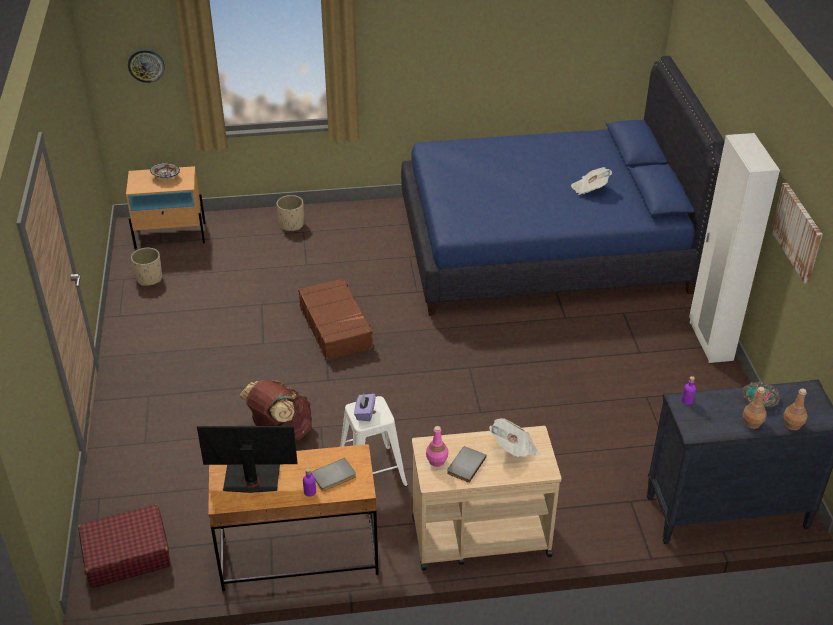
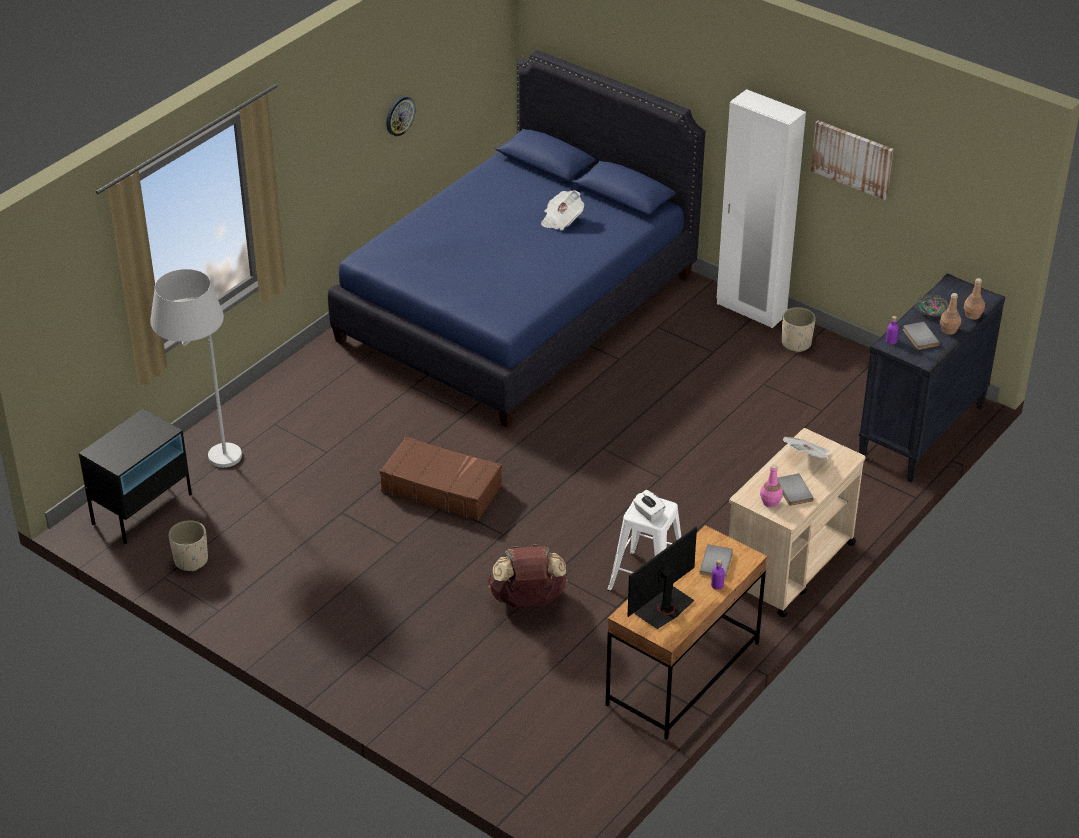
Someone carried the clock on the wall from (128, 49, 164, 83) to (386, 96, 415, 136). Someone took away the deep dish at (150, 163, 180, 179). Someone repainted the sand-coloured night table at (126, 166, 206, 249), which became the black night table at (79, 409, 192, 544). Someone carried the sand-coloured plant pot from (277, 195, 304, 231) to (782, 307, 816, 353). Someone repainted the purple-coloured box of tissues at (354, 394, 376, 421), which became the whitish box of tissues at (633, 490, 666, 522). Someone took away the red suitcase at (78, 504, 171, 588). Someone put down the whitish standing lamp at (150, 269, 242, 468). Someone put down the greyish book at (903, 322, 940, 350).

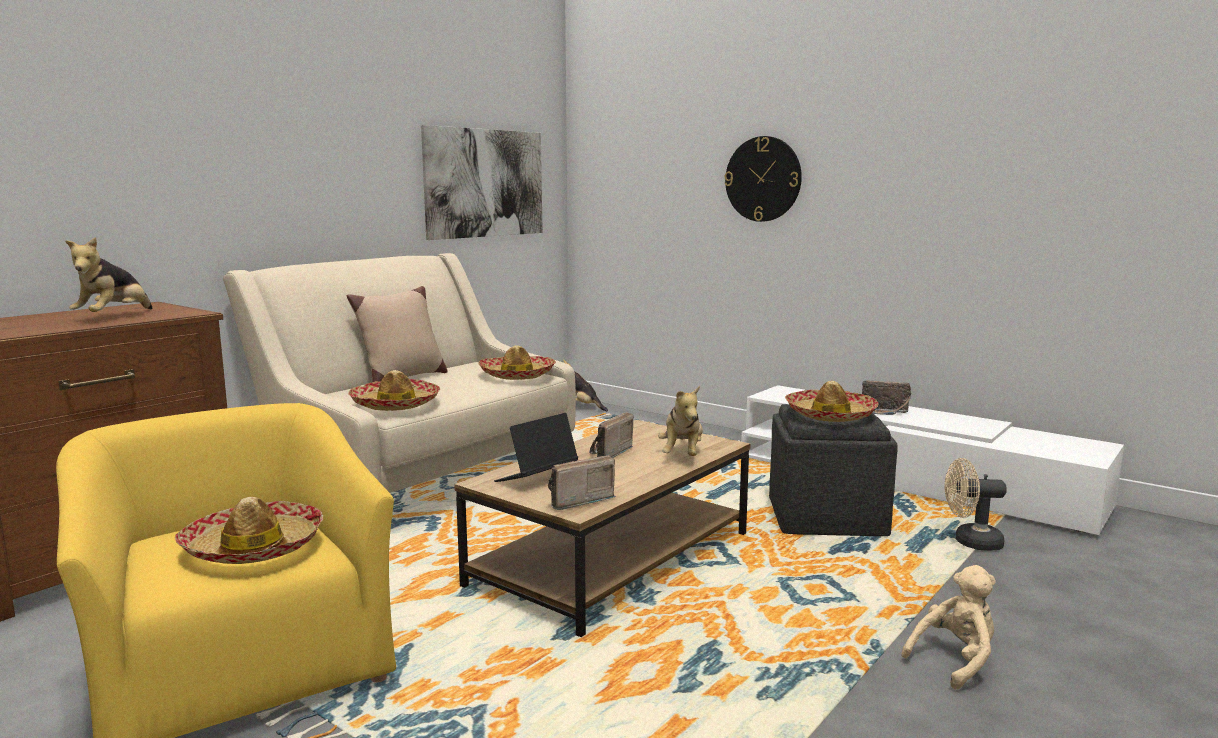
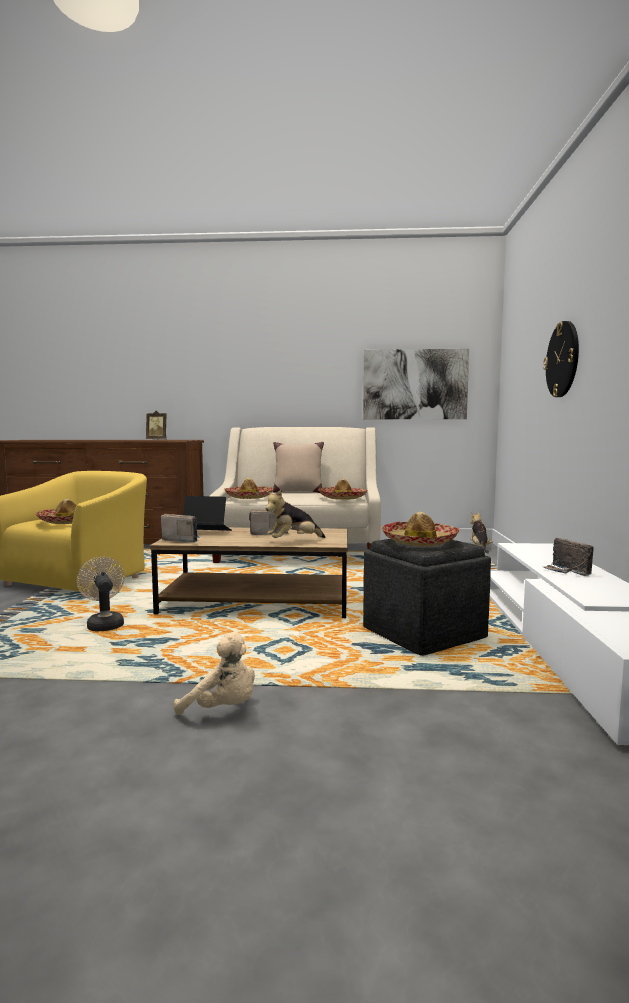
Someone swapped the soft toy at (65, 237, 152, 312) for the photo frame at (146, 411, 167, 440). Someone carried the sand-coloured electric fan from (945, 458, 1007, 551) to (76, 557, 124, 631).

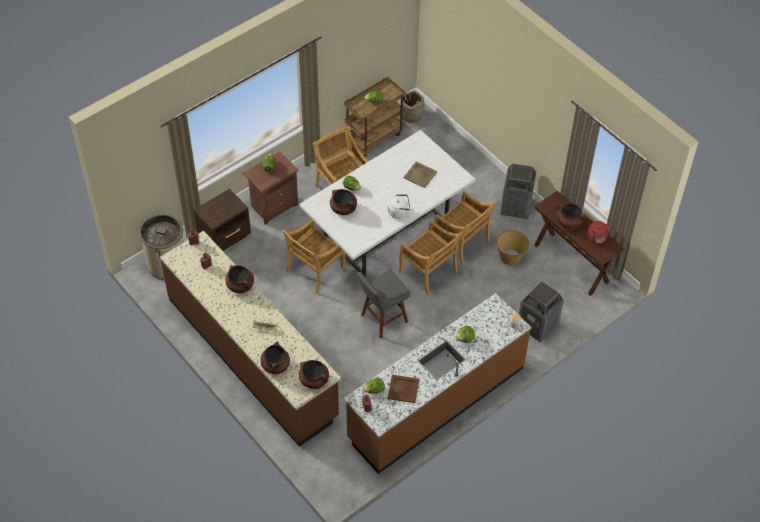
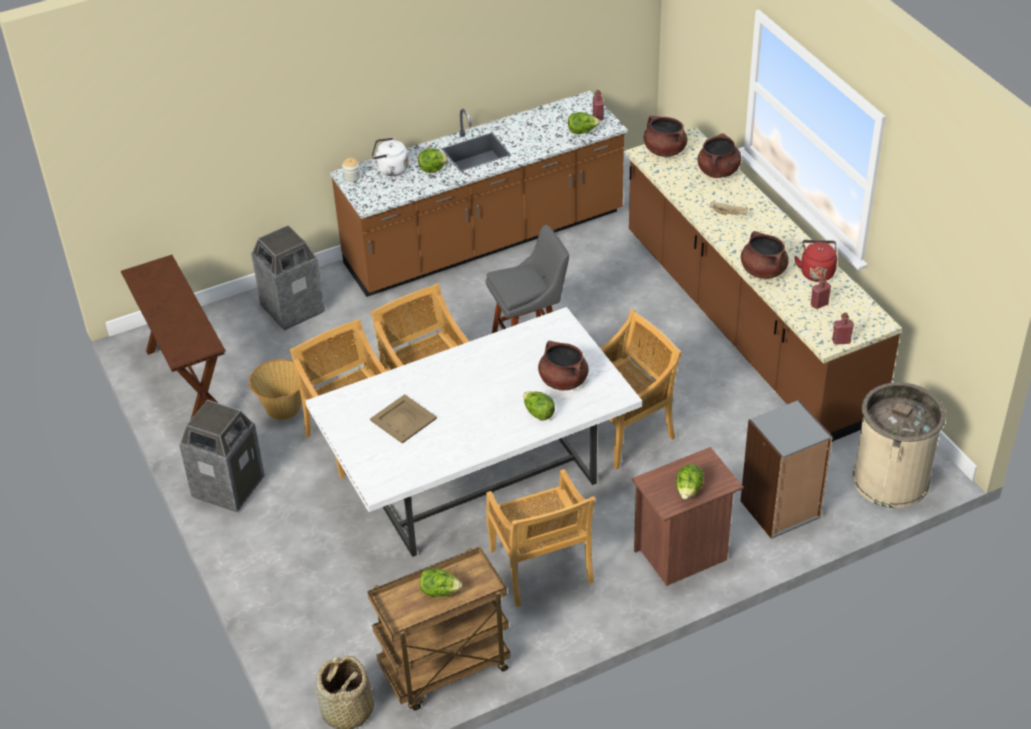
Someone swapped the brownish night table at (194, 189, 251, 251) for the greyish shelving unit at (741, 400, 833, 539). Someone carried the whitish kettle from (388, 194, 410, 219) to (372, 137, 409, 176). Someone took away the brownish cooking pot at (557, 203, 584, 229). Someone carried the red kettle from (587, 221, 613, 244) to (794, 240, 837, 282). Someone took away the brownish serving tray at (387, 375, 420, 403).

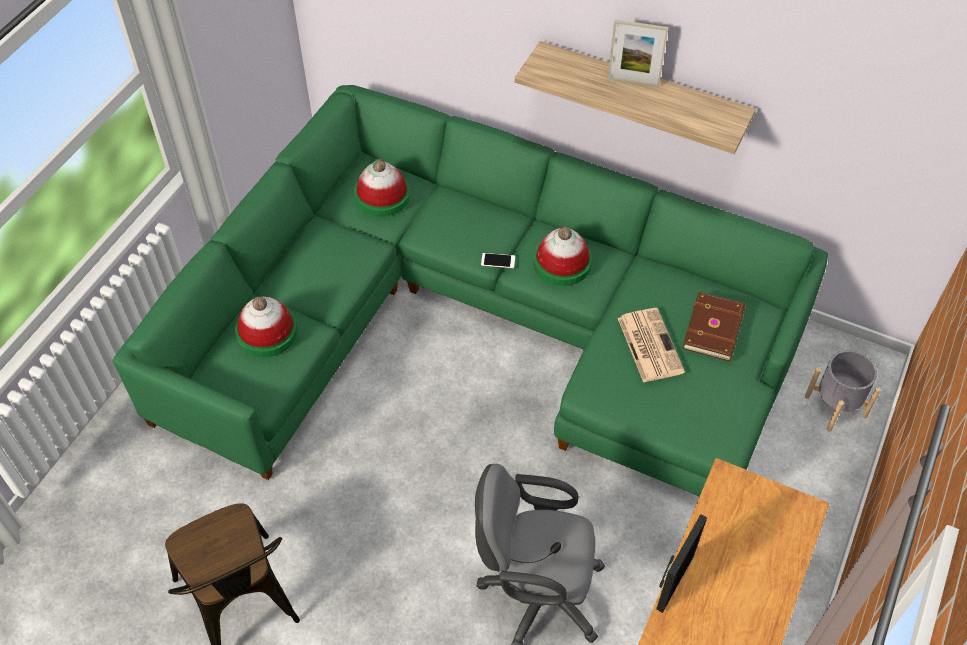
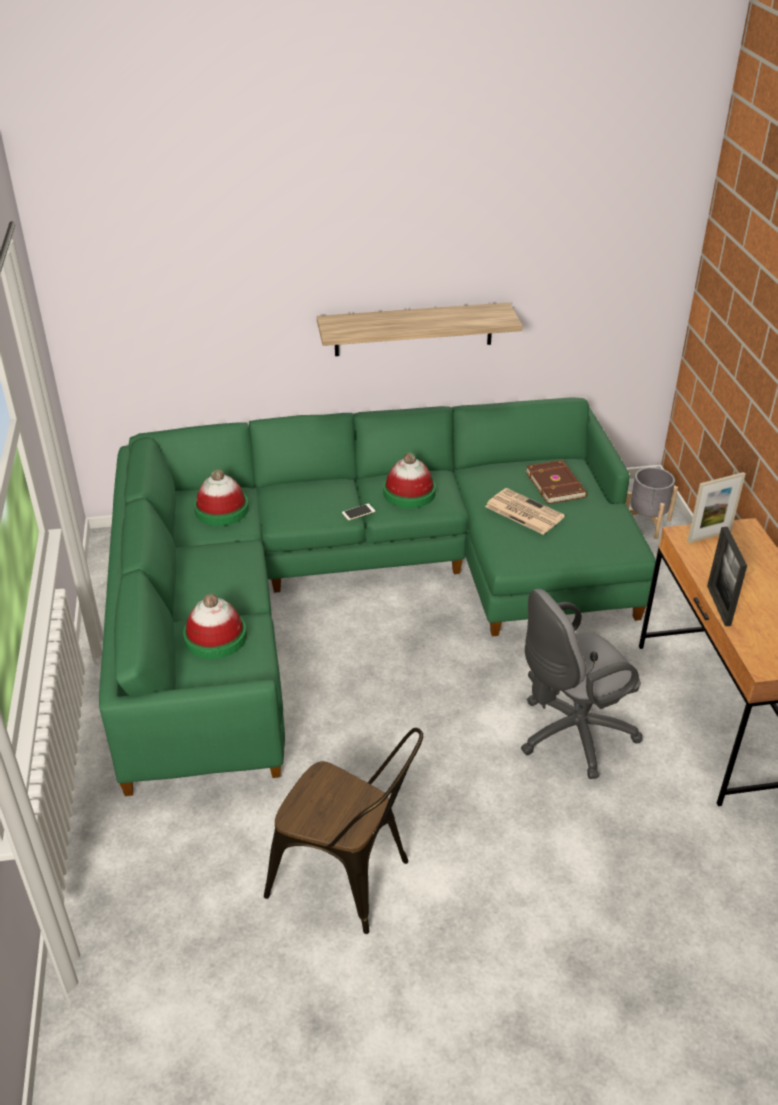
Someone carried the photo frame from (607, 20, 669, 87) to (687, 472, 746, 543).

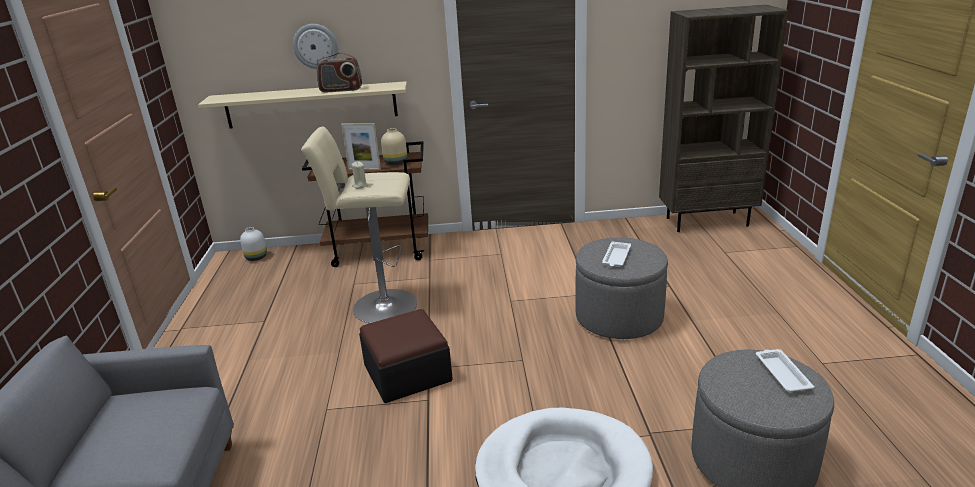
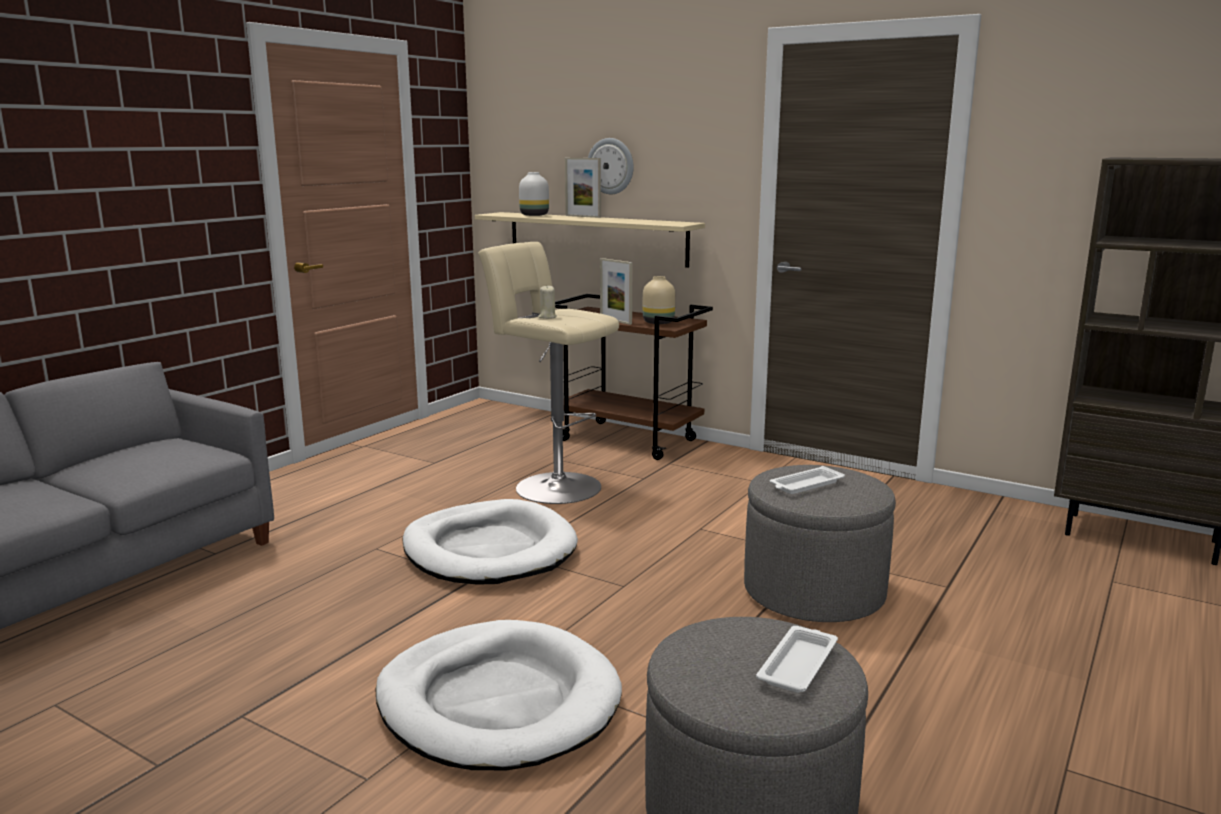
Someone took away the radio at (317, 52, 362, 92). Someone carried the whitish vase from (240, 227, 267, 261) to (519, 172, 549, 216). Someone swapped the pouffe at (359, 309, 453, 403) for the whitish pet bed at (403, 499, 578, 585). Someone put down the photo frame at (565, 158, 601, 218).

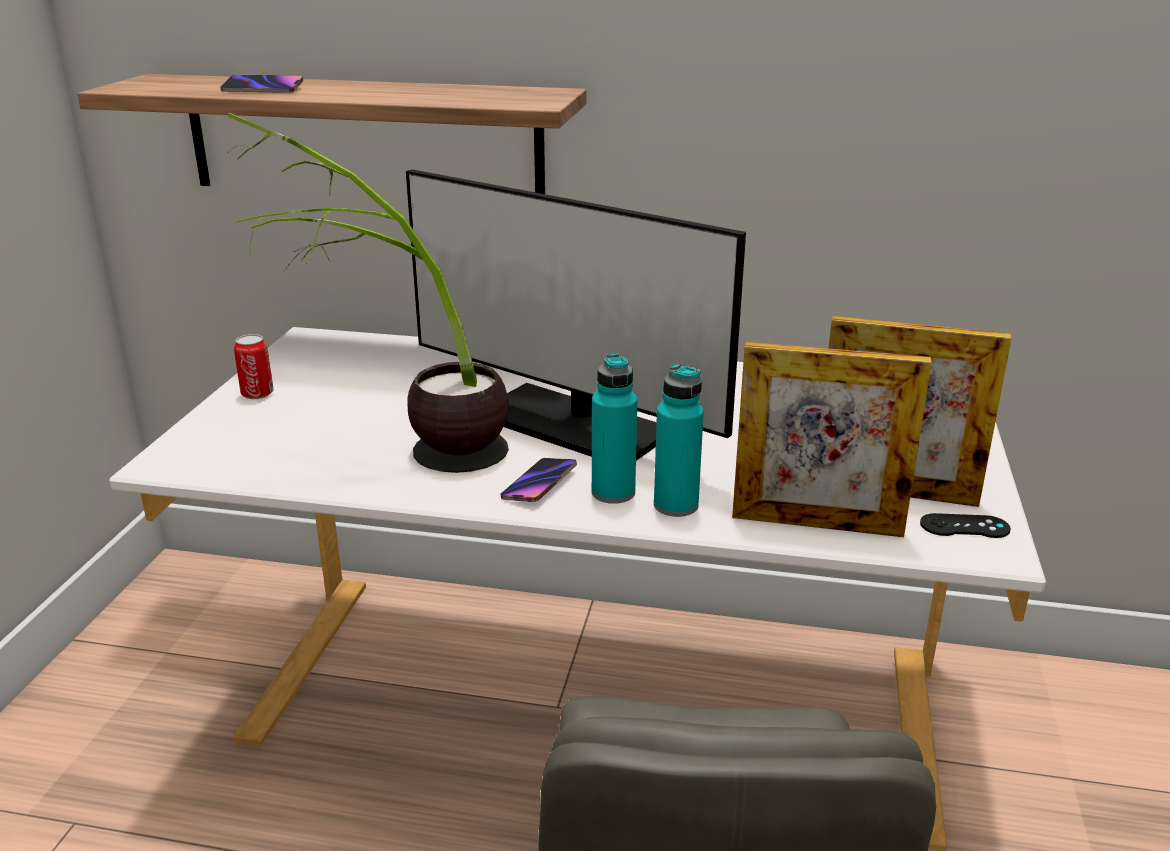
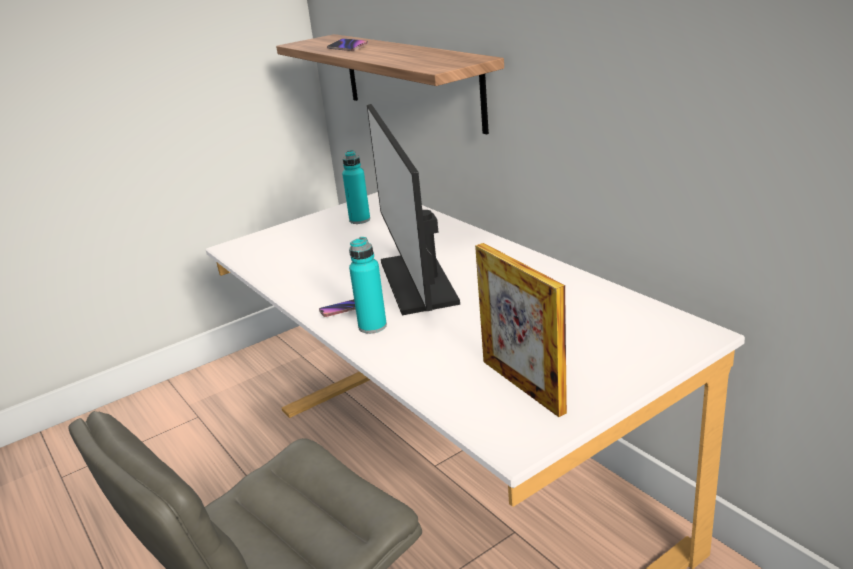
Someone took away the plant in a pot at (227, 113, 509, 473). Someone took away the sealed can at (234, 334, 274, 399). Someone took away the photo frame at (732, 342, 932, 537). Someone carried the turquoise-coloured bottle from (654, 364, 704, 517) to (342, 150, 370, 224). Someone took away the black gamepad at (920, 513, 1011, 538).

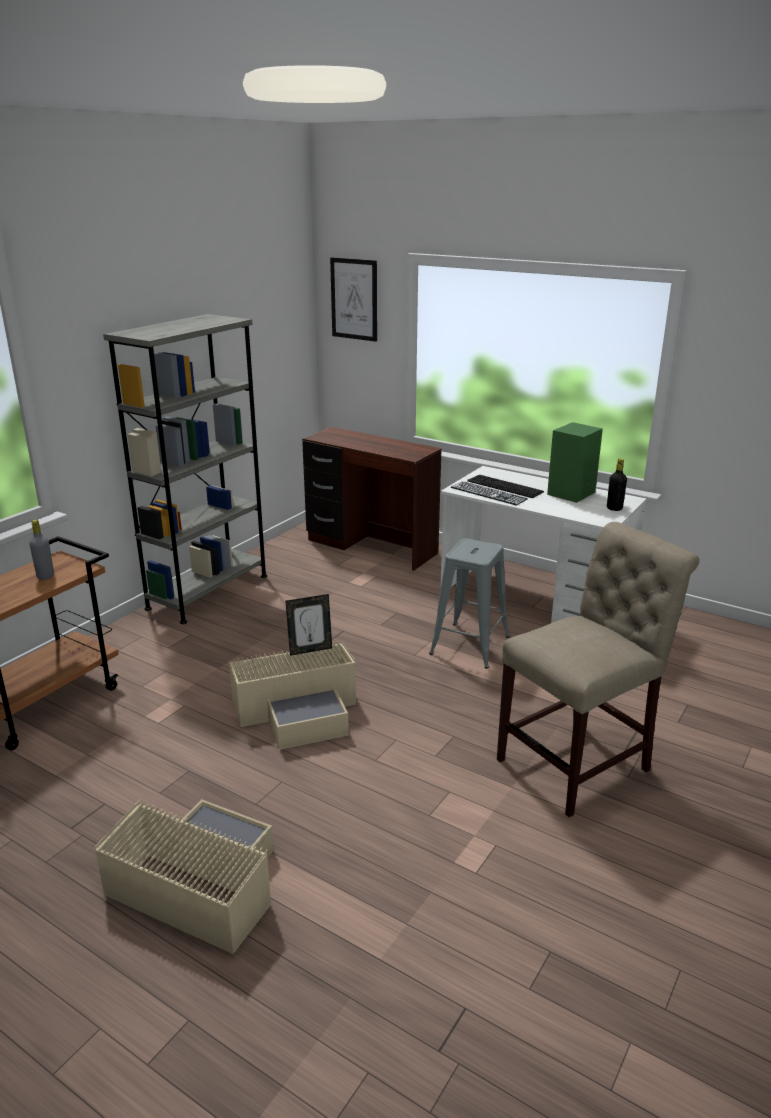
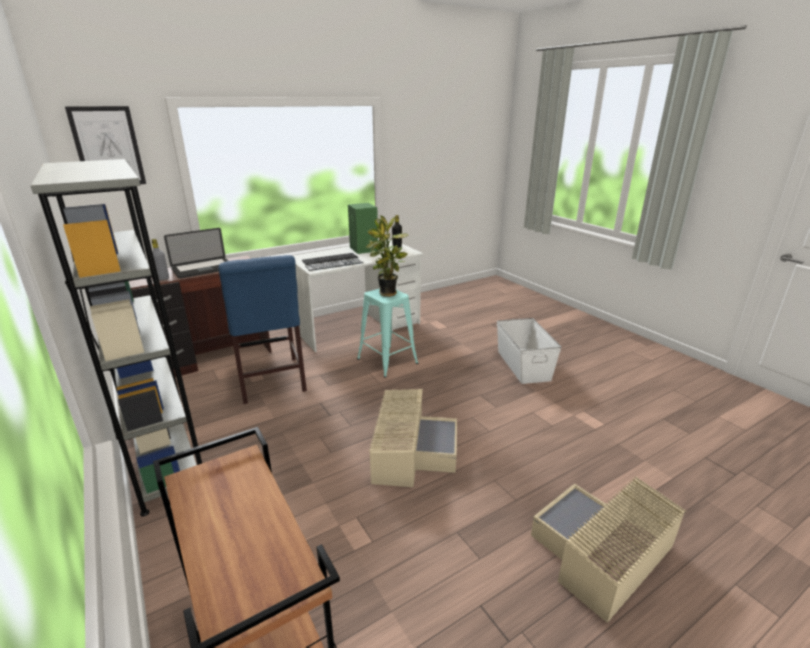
Someone carried the greyish bottle from (29, 519, 54, 580) to (152, 239, 169, 280). Someone swapped the sand-coloured upright chair at (497, 522, 700, 817) for the whitish storage container at (497, 318, 561, 384). Someone repainted the greyish stool seat at (429, 538, 510, 669), which became the turquoise-coloured stool seat at (357, 288, 418, 378). Someone took away the photo frame at (285, 594, 332, 656). Someone put down the plant in a pot at (366, 216, 409, 297). Someone put down the notebook computer at (164, 228, 228, 278). Someone put down the blue upright chair at (219, 255, 307, 404).

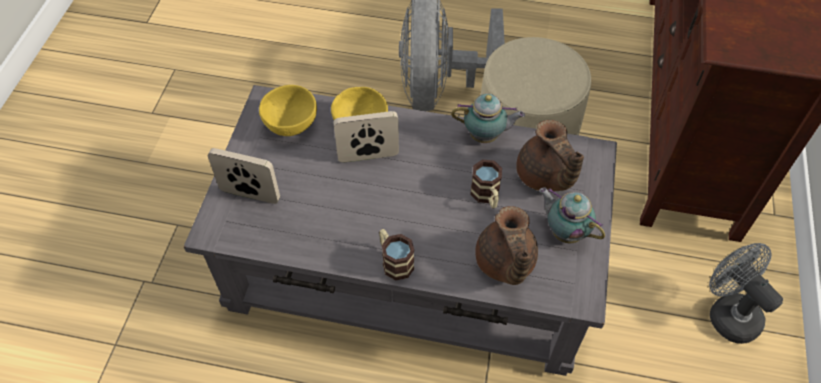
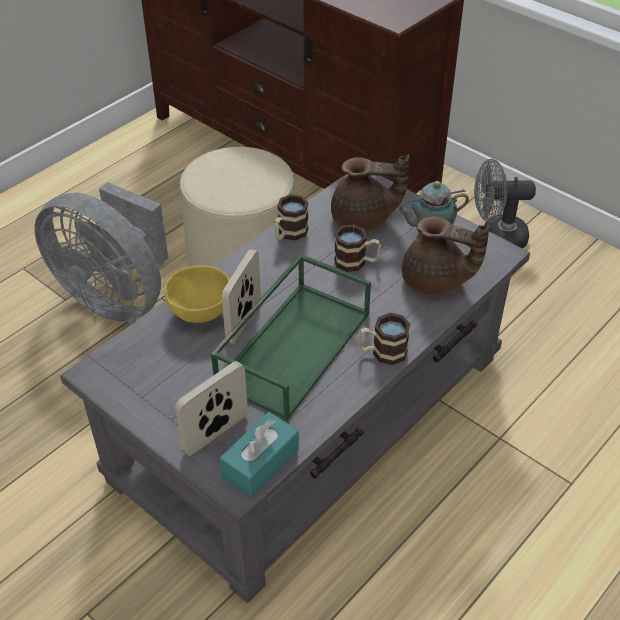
Someone took away the yellow deep dish at (259, 85, 317, 136). Someone swapped the teapot at (451, 94, 525, 143) for the mug at (274, 194, 308, 241). Someone put down the greenish serving tray at (211, 254, 371, 420). Someone put down the turquoise-coloured box of tissues at (220, 412, 299, 498).

